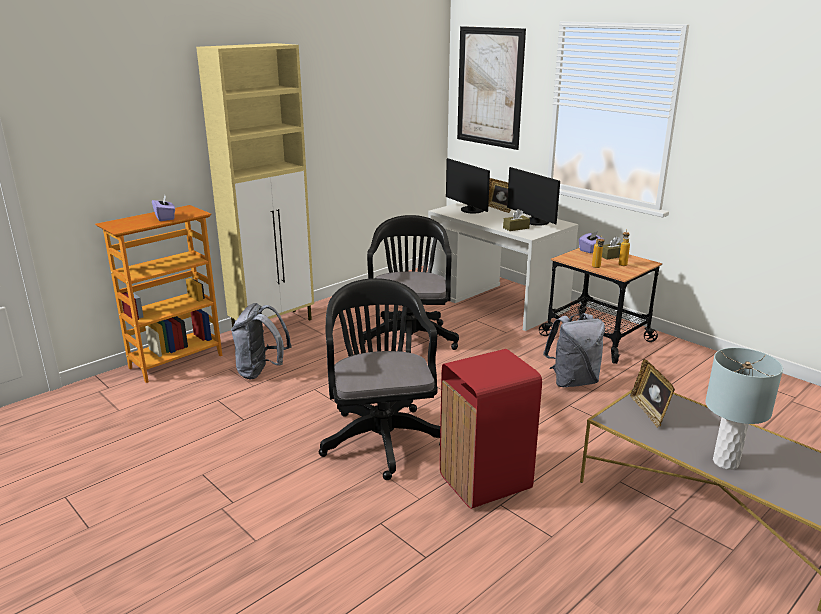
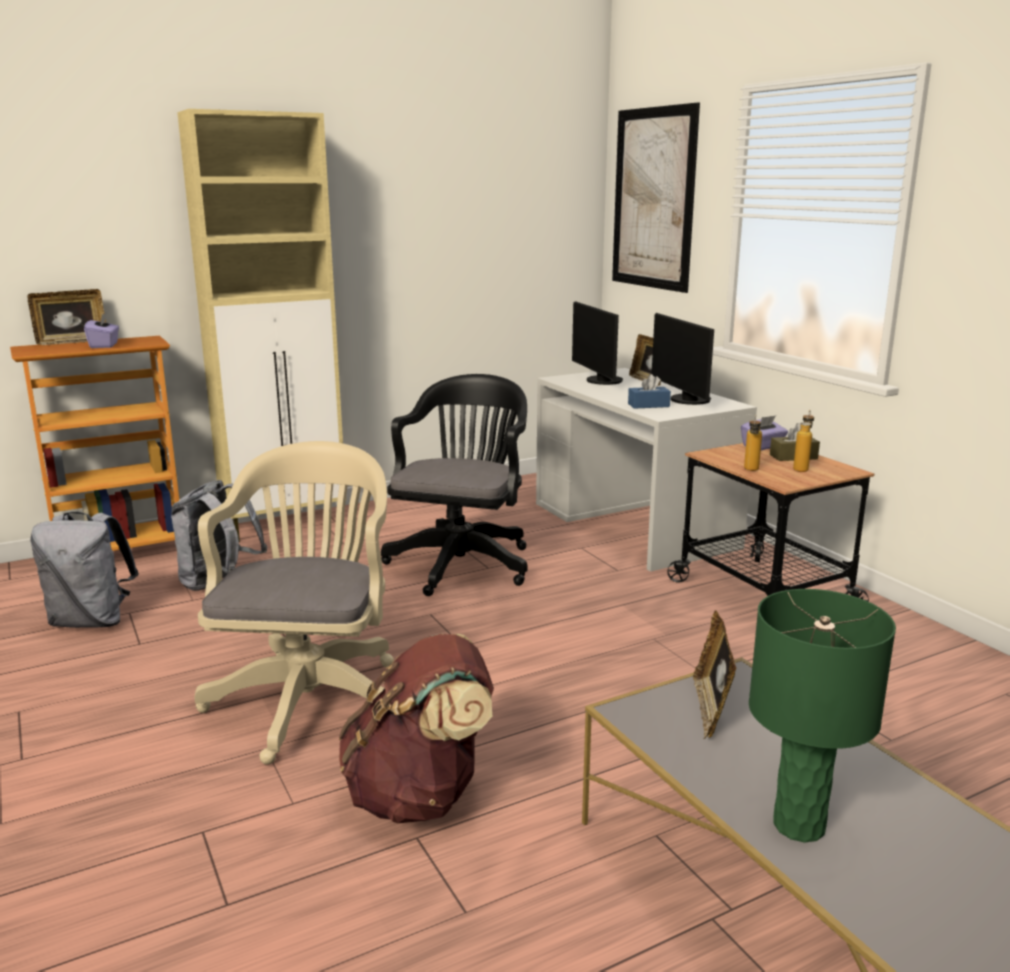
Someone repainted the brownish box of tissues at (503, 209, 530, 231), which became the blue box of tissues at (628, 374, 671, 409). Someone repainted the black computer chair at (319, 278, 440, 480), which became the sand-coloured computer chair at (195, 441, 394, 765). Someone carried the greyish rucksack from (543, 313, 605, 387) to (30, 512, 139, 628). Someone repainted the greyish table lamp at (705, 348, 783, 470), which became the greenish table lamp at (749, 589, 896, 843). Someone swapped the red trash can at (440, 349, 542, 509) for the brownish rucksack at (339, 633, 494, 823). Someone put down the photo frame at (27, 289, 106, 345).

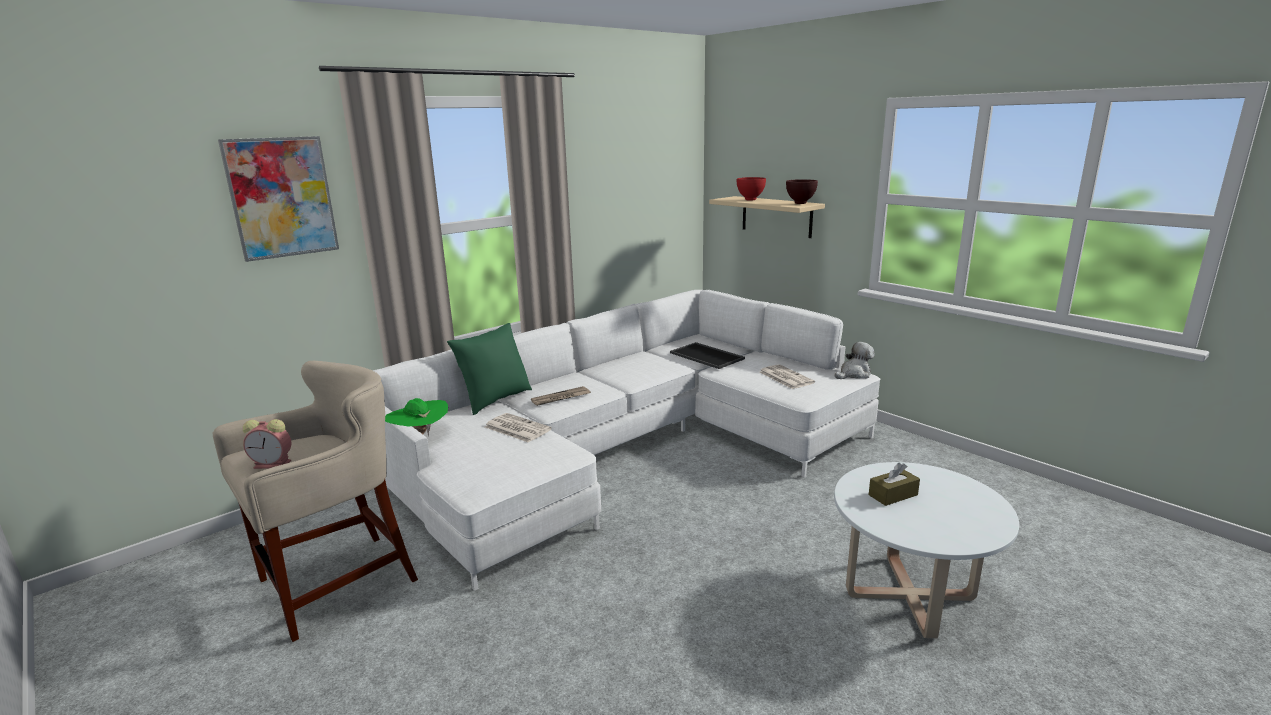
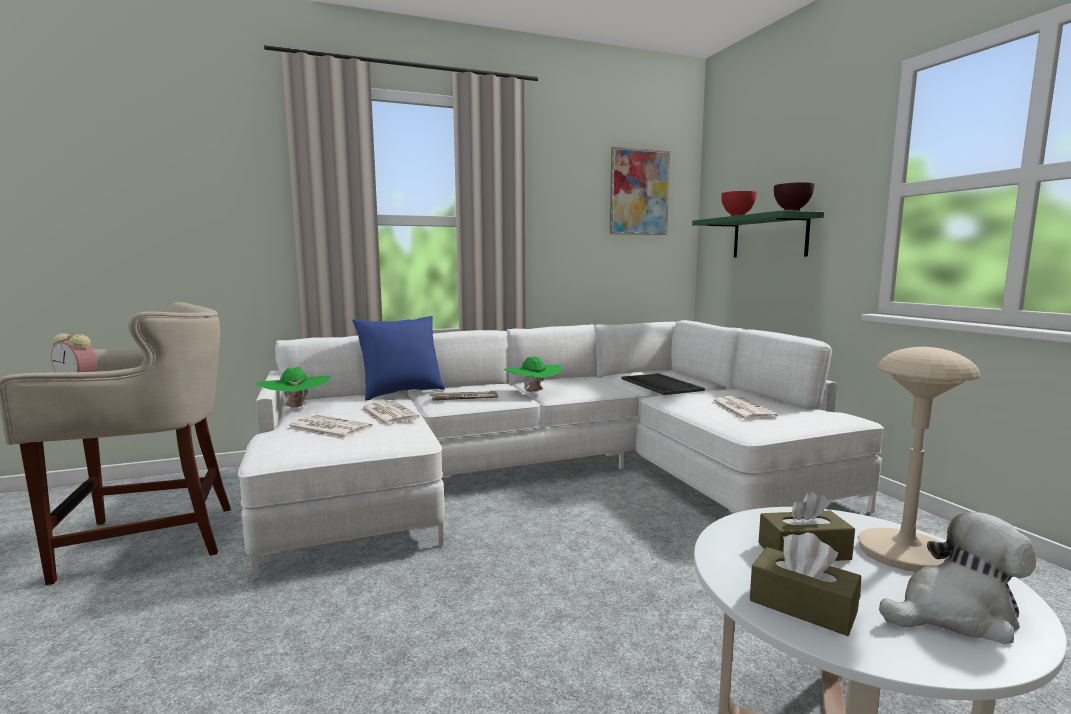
Someone carried the wall picture from (218, 136, 339, 262) to (610, 147, 670, 235). Someone repainted the sand-coloured shelf at (709, 196, 825, 238), which became the greenish shelf at (692, 210, 824, 257). Someone repainted the greenish pillow at (447, 323, 532, 415), which became the blue pillow at (352, 316, 445, 400). Someone carried the soft toy from (835, 342, 875, 379) to (879, 512, 1036, 644). Someone put down the sand-coloured table lamp at (858, 347, 980, 572). Someone put down the greenish hat at (504, 357, 563, 392). Someone put down the printed paper at (286, 415, 373, 439). Someone put down the brownish box of tissues at (750, 532, 861, 636).

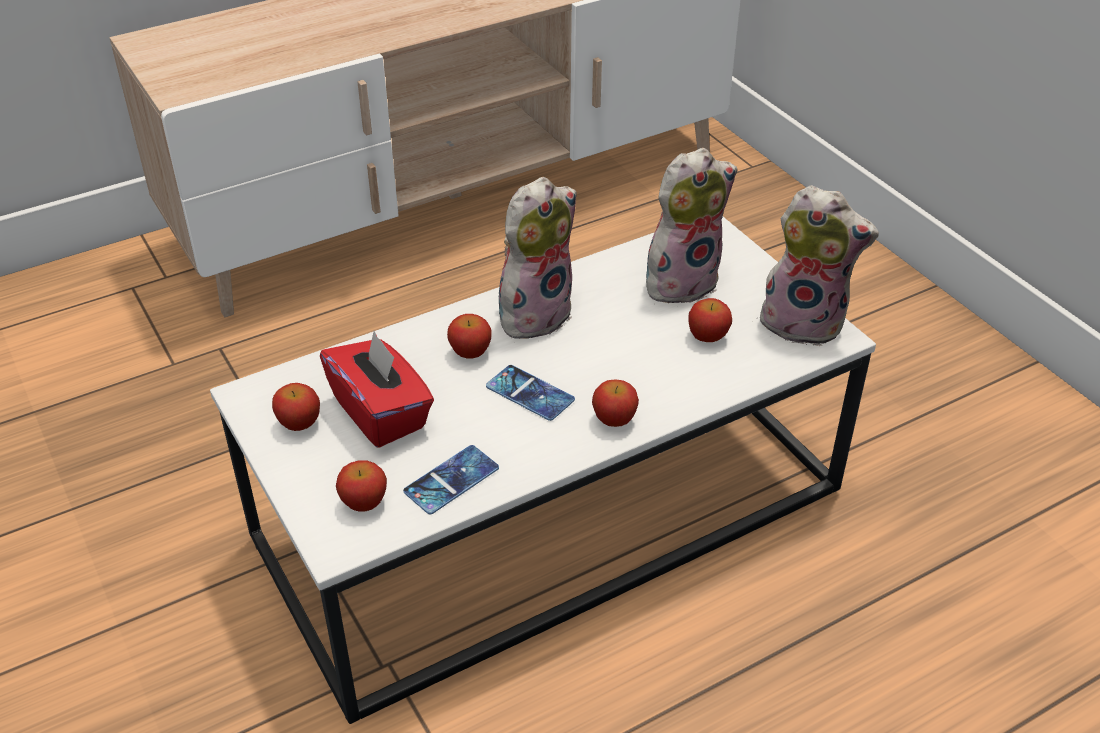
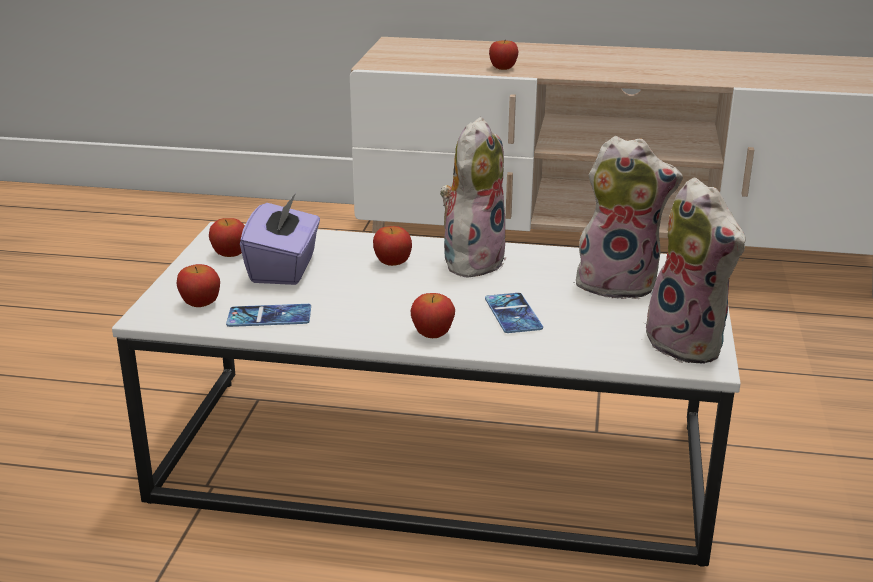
Someone rotated the soft toy at (494, 177, 577, 342) by 60 degrees counterclockwise. Someone carried the apple fruit from (688, 298, 732, 342) to (489, 41, 518, 70). Someone repainted the red box of tissues at (320, 331, 434, 448), which became the purple-coloured box of tissues at (240, 193, 320, 285). Someone carried the handset from (486, 365, 575, 421) to (485, 293, 543, 333).

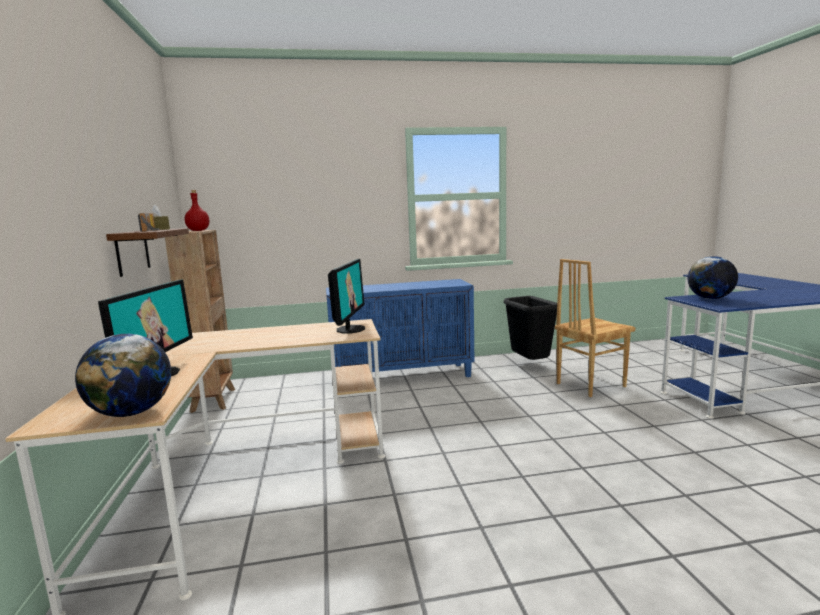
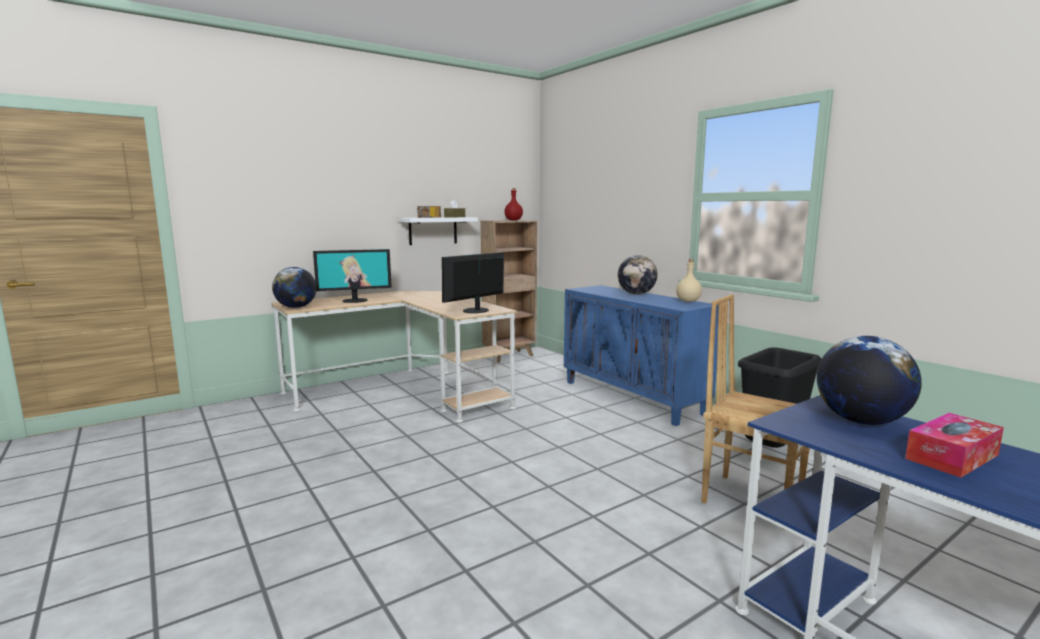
Someone repainted the brownish shelf at (106, 228, 189, 277), which became the whitish shelf at (399, 217, 478, 245). Someone rotated the computer display at (328, 259, 365, 333) by 150 degrees clockwise. Someone put down the world globe at (618, 255, 657, 294). Someone put down the sand-coloured bottle at (676, 259, 702, 302). Someone put down the box of tissues at (905, 413, 1004, 478).

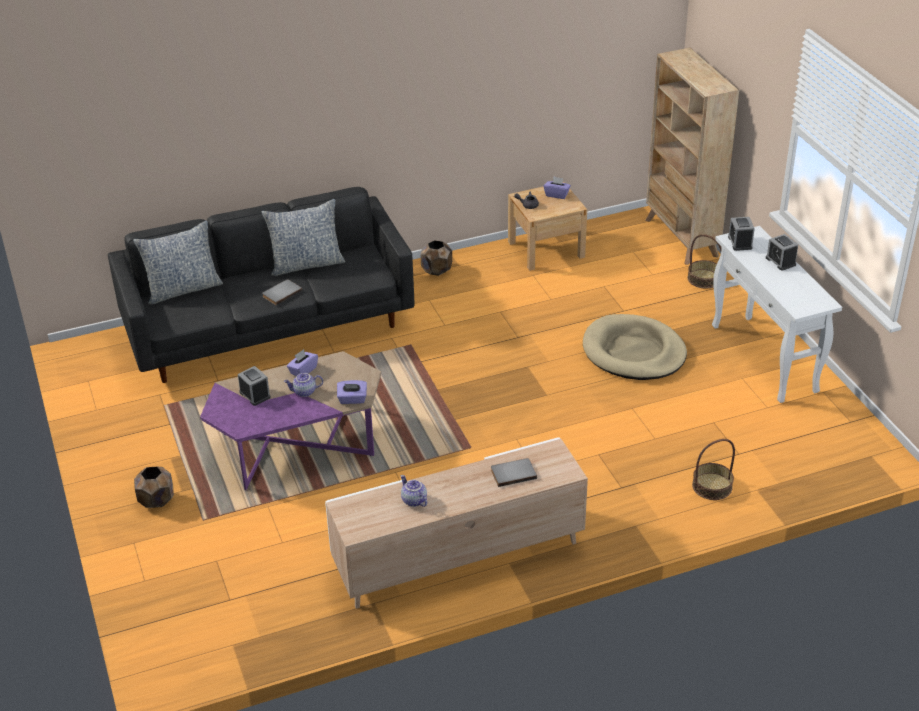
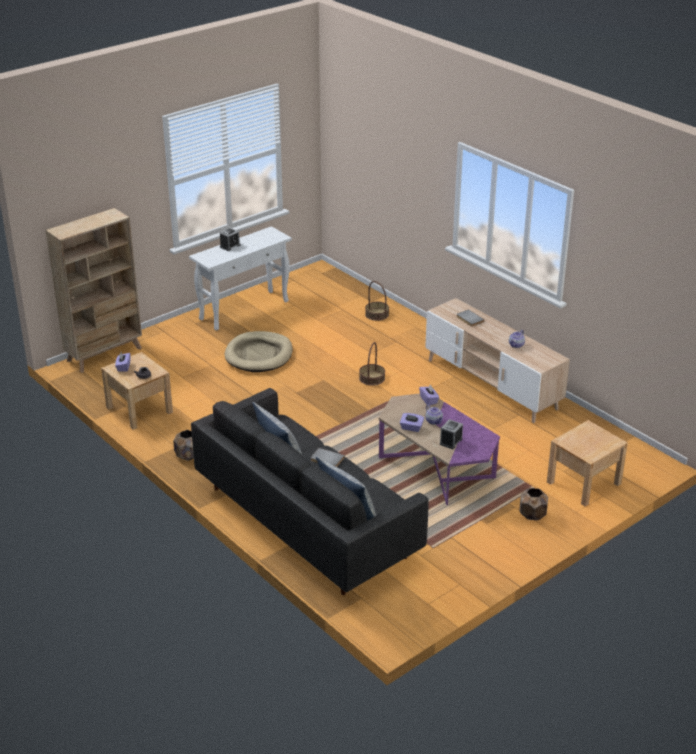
Someone took away the alarm clock at (728, 217, 755, 251). Someone carried the storage basket from (687, 234, 722, 289) to (359, 342, 385, 386). Someone put down the sand-coloured night table at (547, 420, 628, 506).

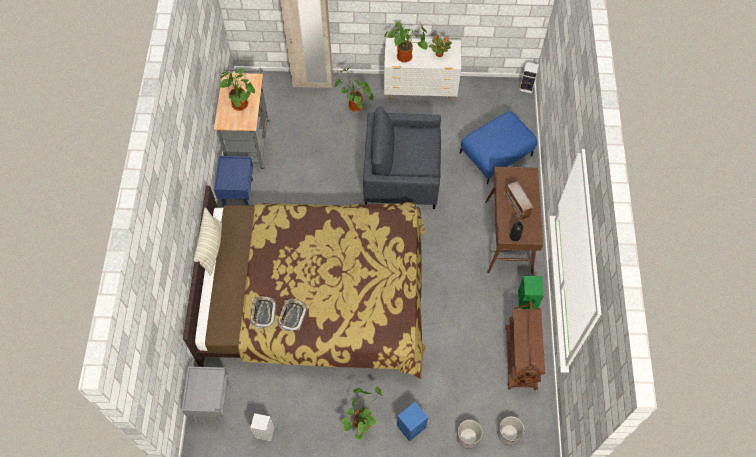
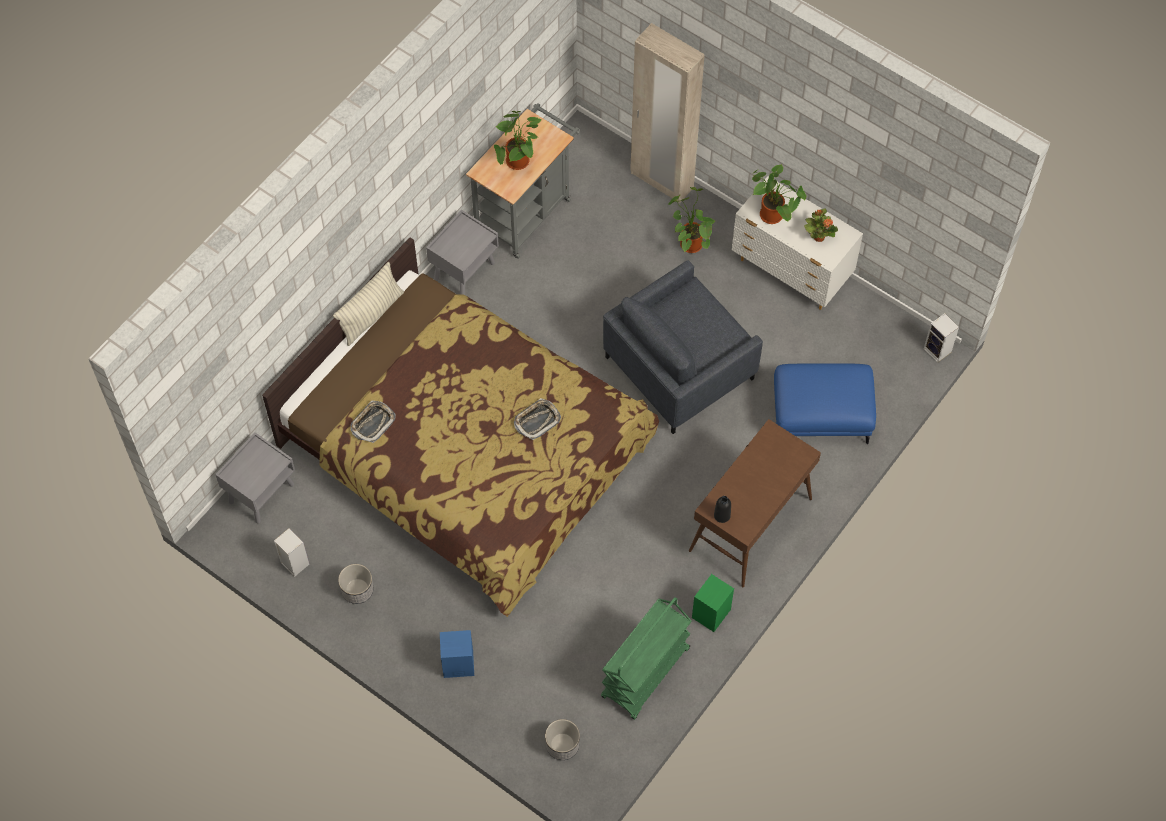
Someone rotated the greyish armchair at (363, 107, 441, 209) by 75 degrees counterclockwise. Someone repainted the blue night table at (214, 156, 253, 207), which became the greyish night table at (426, 210, 499, 295). Someone took away the radio at (504, 181, 533, 221). Someone carried the serving tray from (278, 299, 307, 331) to (514, 398, 561, 440). Someone repainted the brownish wheeled cart at (505, 301, 545, 390), which became the greenish wheeled cart at (601, 597, 692, 720). Someone took away the plant in a pot at (340, 386, 383, 440). Someone carried the plant pot from (457, 420, 483, 449) to (338, 564, 373, 604).

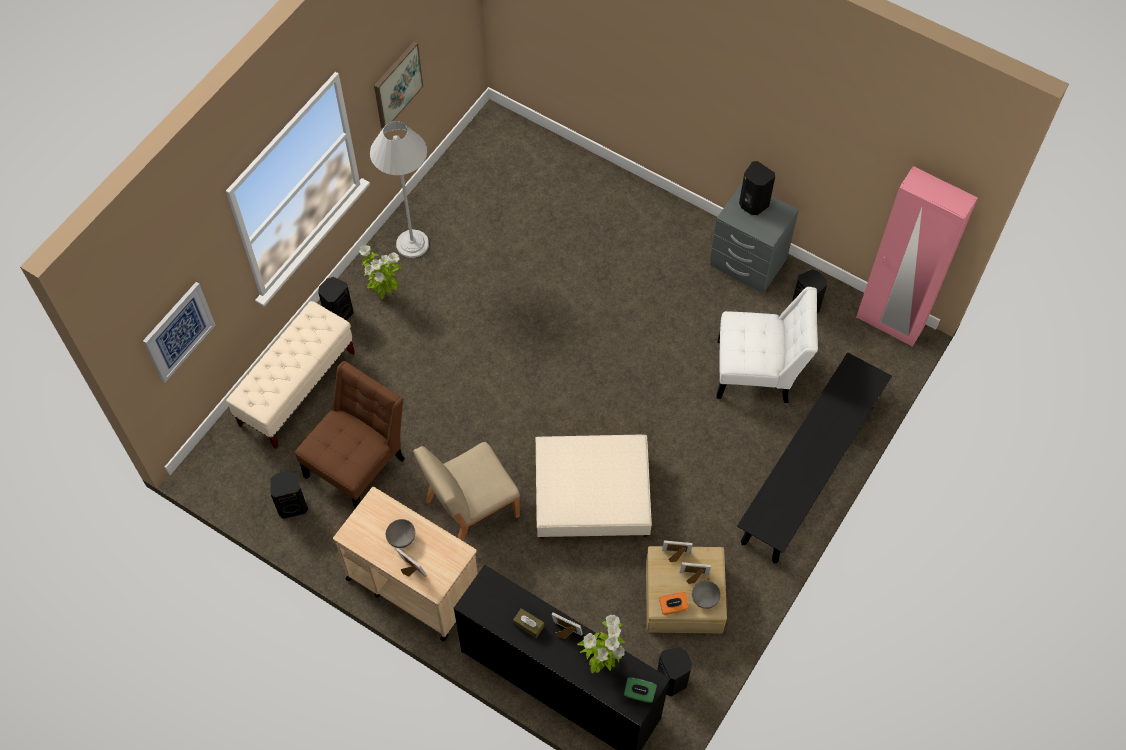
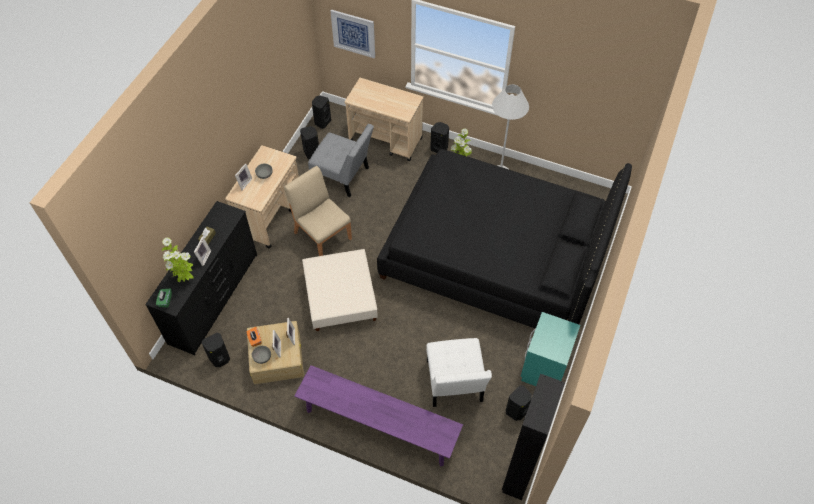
Someone took away the wall picture at (374, 41, 423, 129). Someone carried the black loudspeaker from (739, 161, 775, 215) to (312, 95, 331, 129). Someone repainted the pink wardrobe at (856, 166, 978, 347), which became the black wardrobe at (502, 374, 565, 500). Someone repainted the greyish night table at (710, 182, 799, 293), which became the turquoise-coloured night table at (520, 312, 580, 386). Someone swapped the sand-coloured bench at (226, 301, 355, 449) for the sand-coloured wheeled cart at (345, 78, 424, 161). Someone repainted the black bench at (737, 352, 892, 564), which became the purple-coloured bench at (294, 365, 463, 467). Someone repainted the brownish upright chair at (295, 361, 405, 510), which became the greyish upright chair at (308, 124, 374, 197). Someone put down the black bedroom bed at (377, 149, 632, 328).

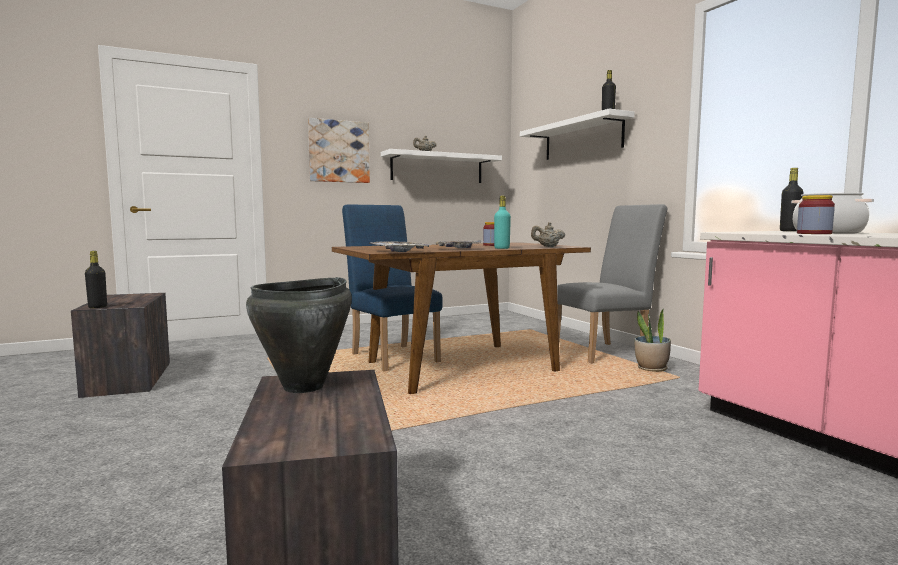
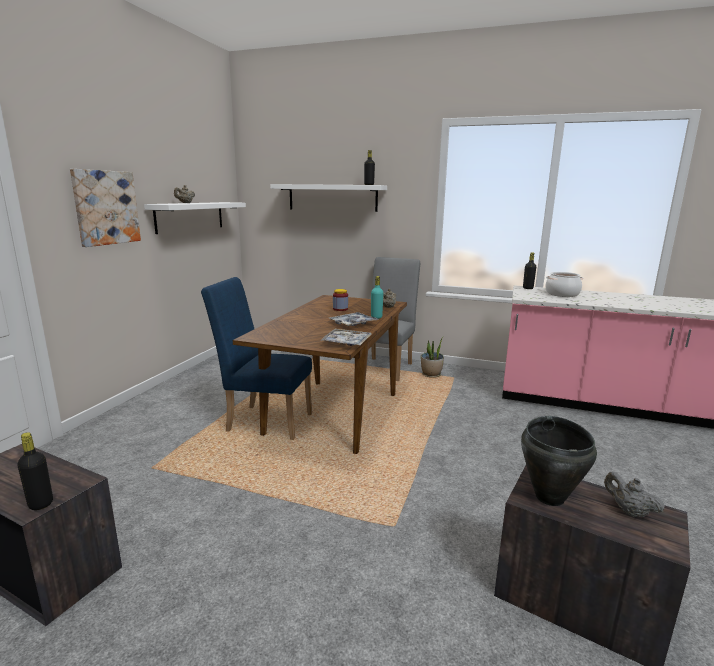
Someone took away the preserve jar at (797, 195, 835, 234). Someone put down the greyish teapot at (604, 472, 665, 517).

